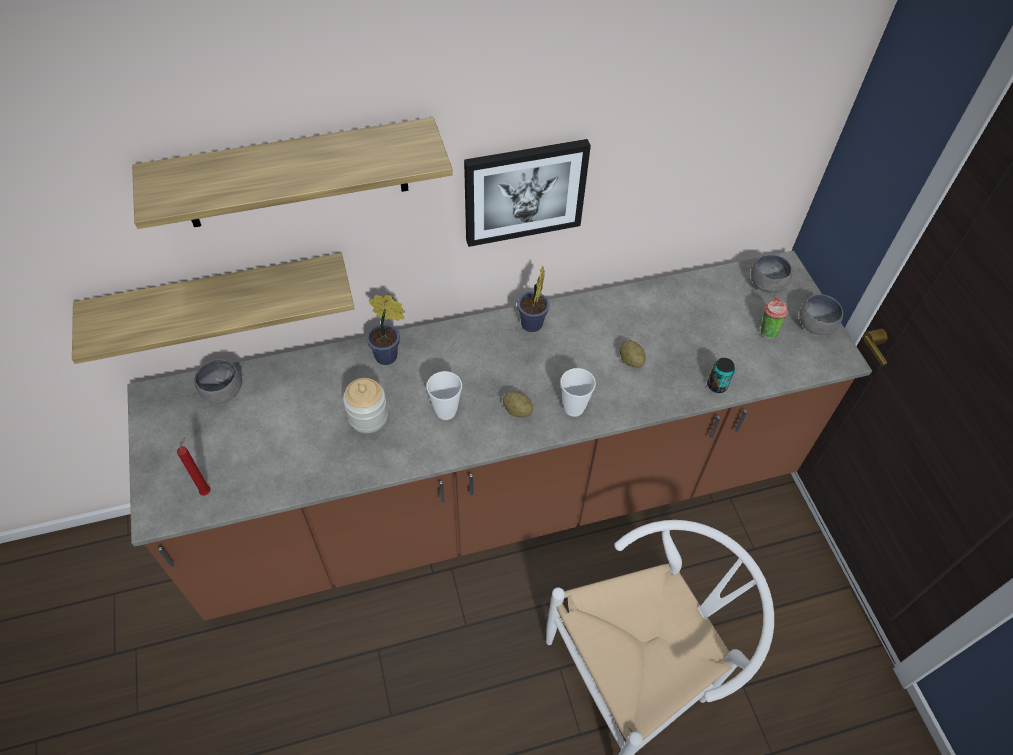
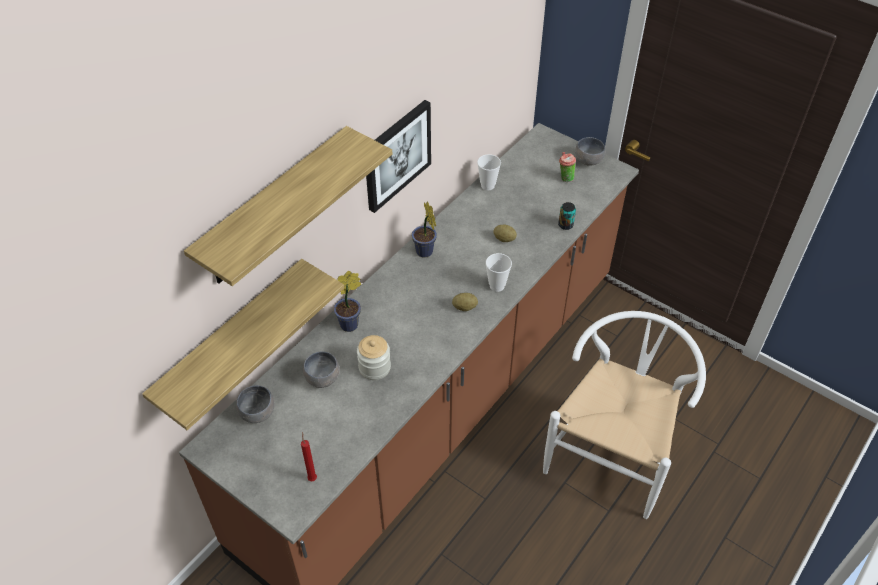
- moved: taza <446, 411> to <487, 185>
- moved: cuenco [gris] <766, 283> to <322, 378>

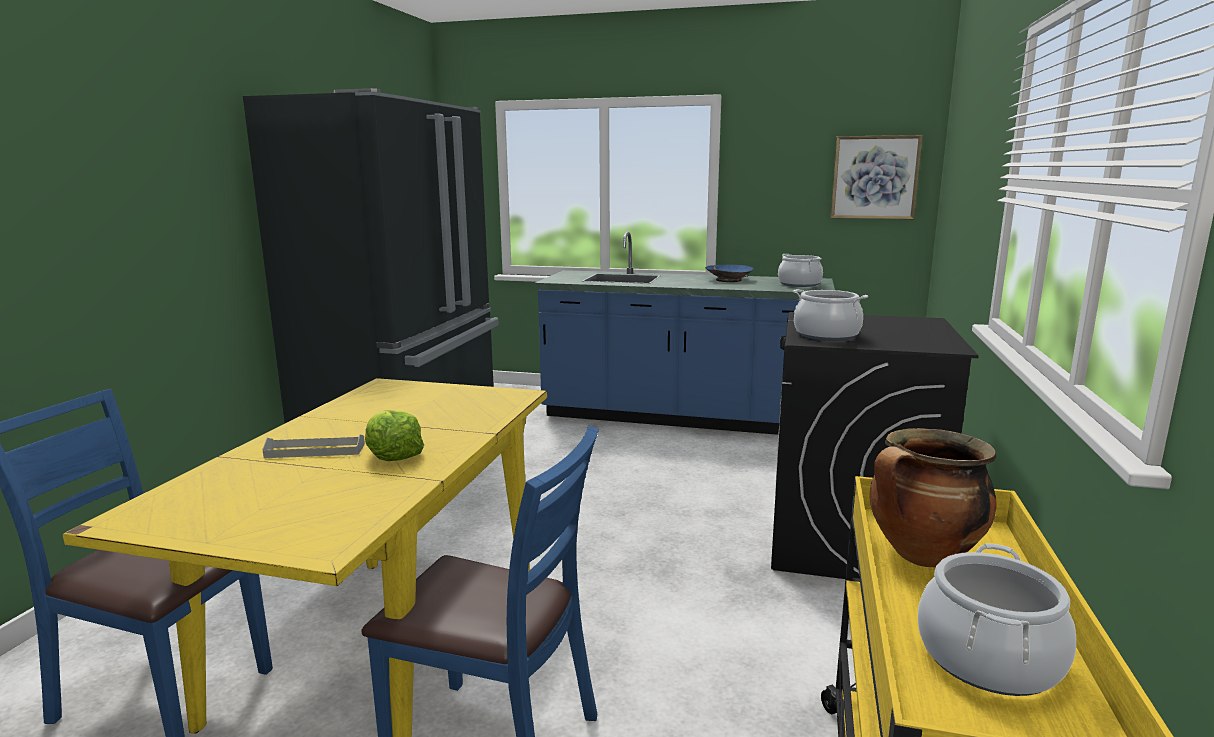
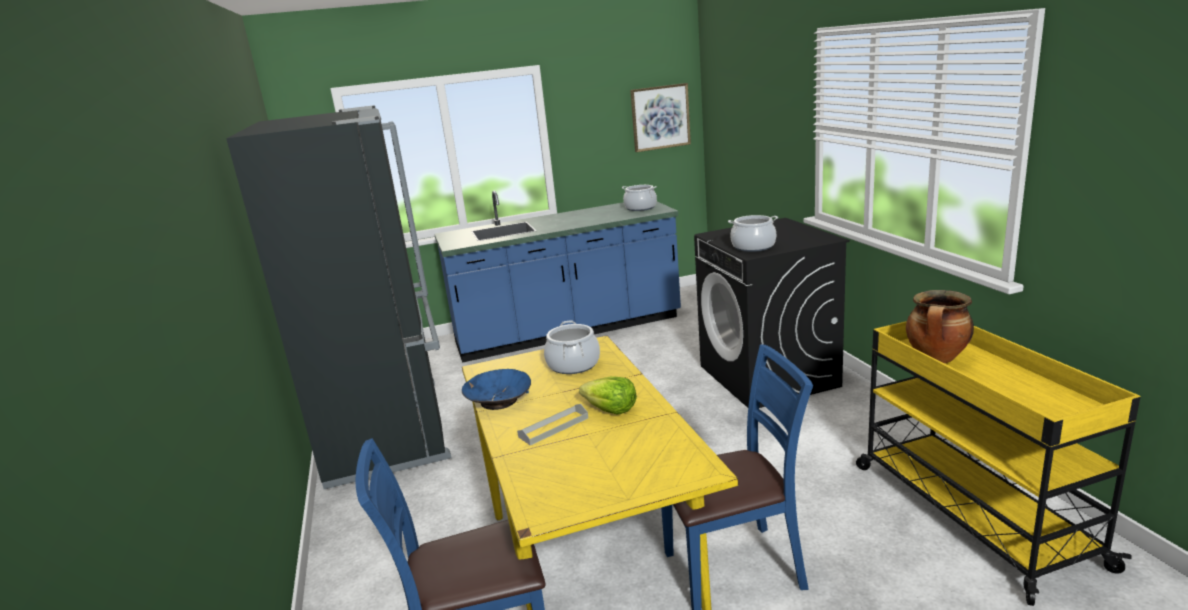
- moved: cuenco [azul] <728, 280> to <498, 401>
- moved: olla <989, 658> to <573, 364>

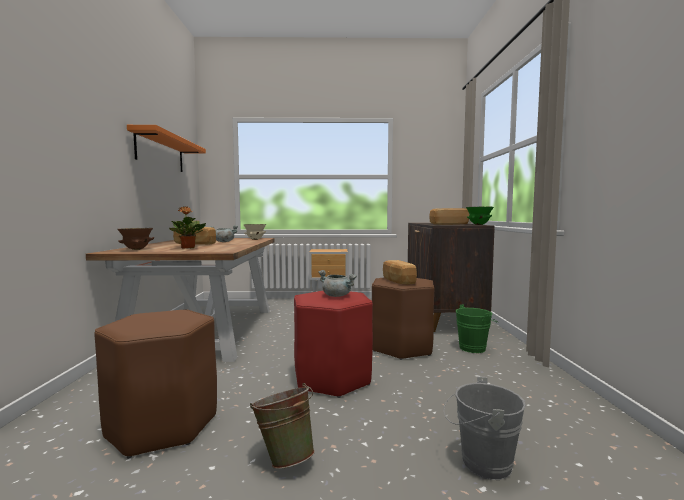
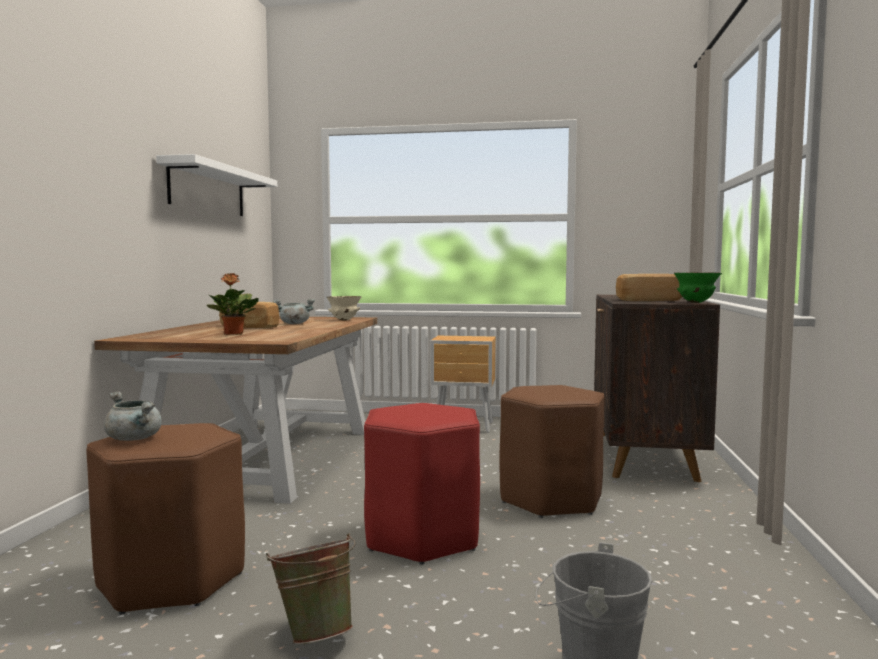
- removed: cuenco [marrón] <137, 249>
- removed: pan <397, 281>
- removed: cubo [verde] <474, 348>
- moved: olla [gris] <337, 296> to <135, 439>
- recoloured: estante [naranja] <160, 152> to estante [blanco] <208, 190>

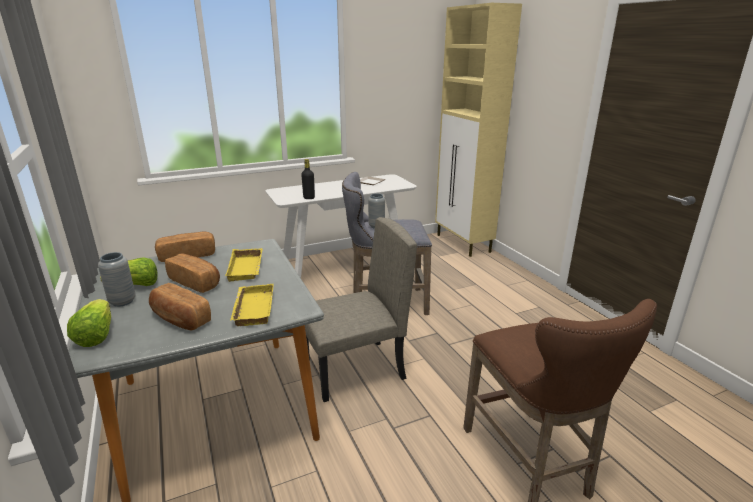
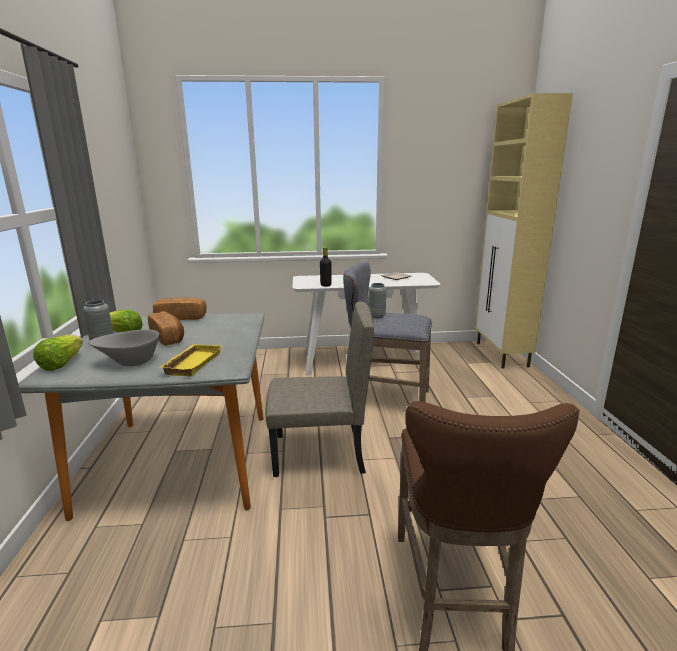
- removed: bandeja [amarillo] <247, 268>
- replaced: pan <180, 319> to cuenco [gris] <130, 362>

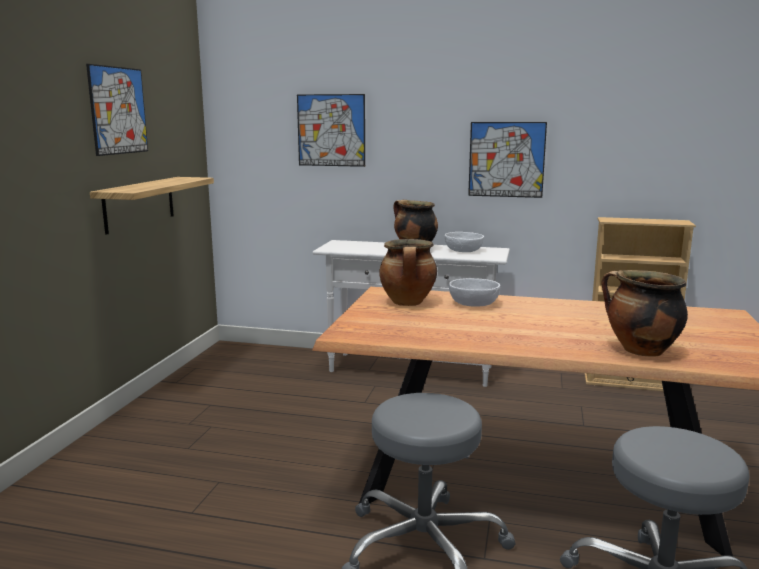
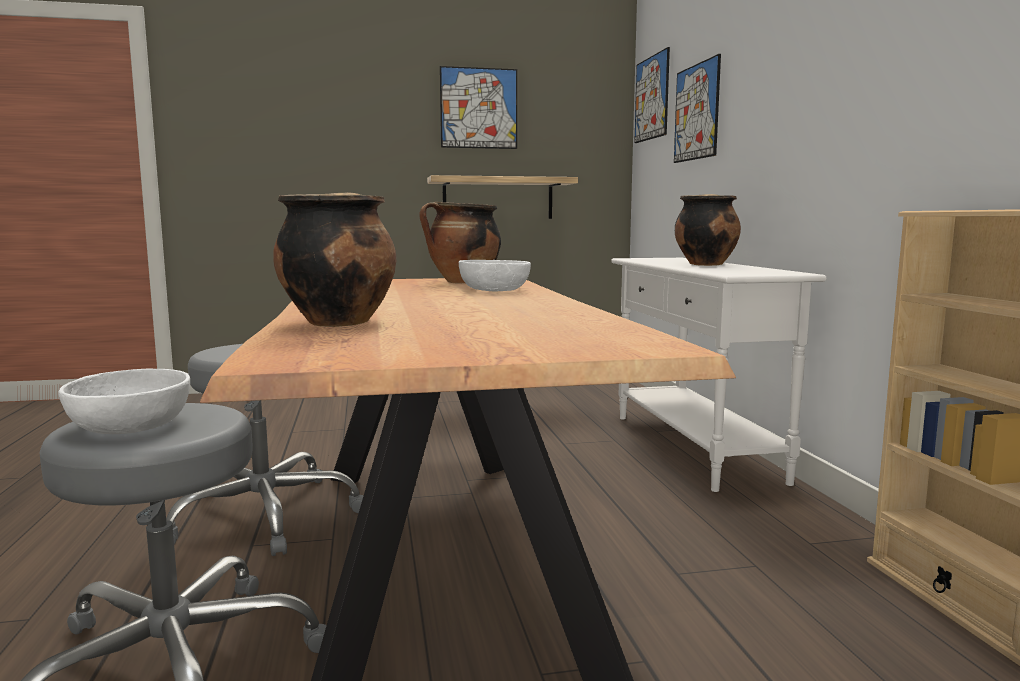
- moved: cuenco [blanco] <464, 250> to <131, 426>
- moved: cuadro <506, 159> to <651, 98>

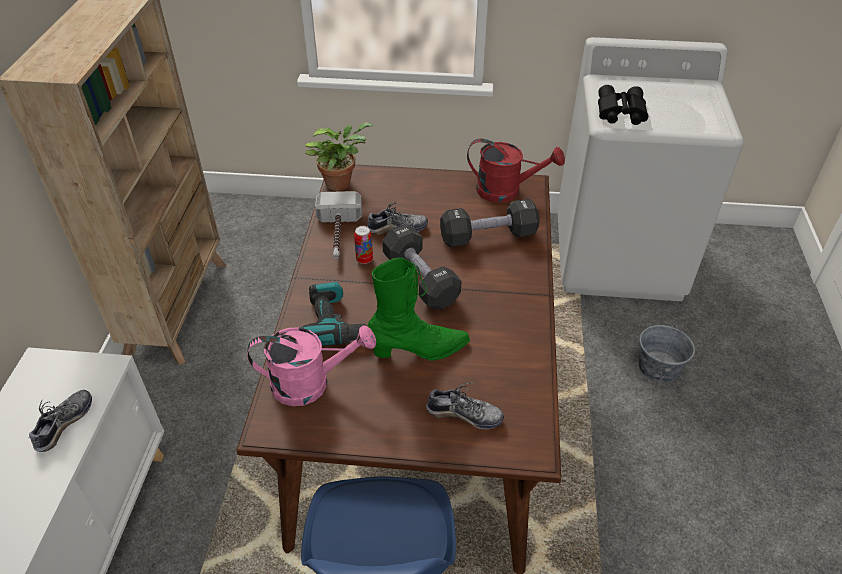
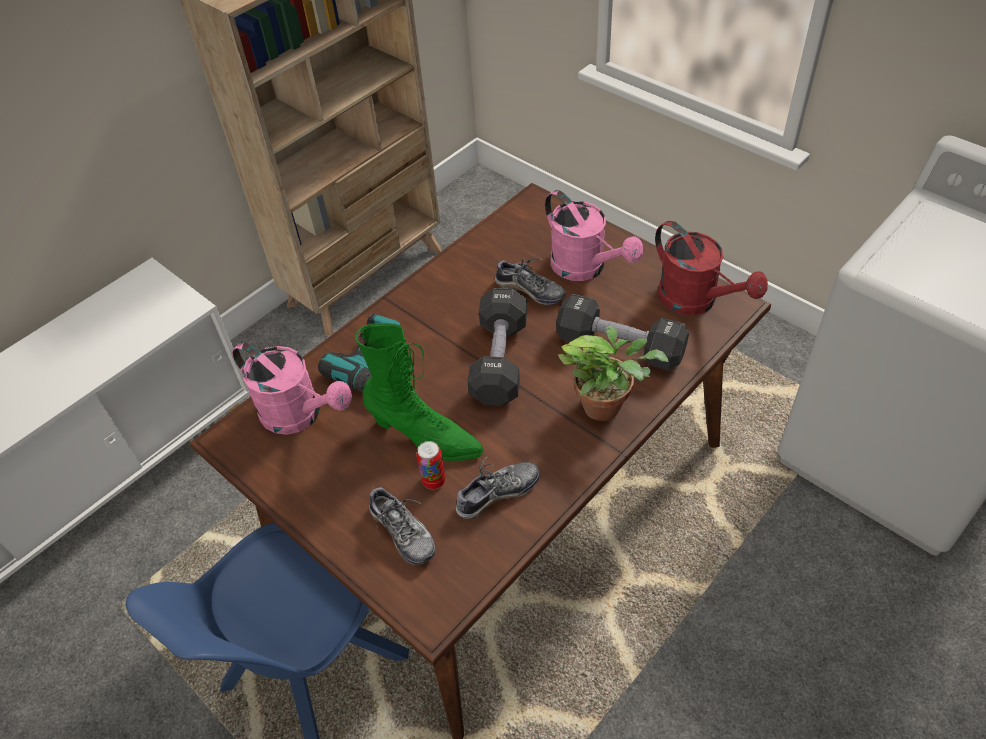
- removed: martillo <338, 234>
- removed: prismáticos [negro] <619, 113>
- removed: cubo [gris] <658, 367>
- added: regadera [rosa] <585, 268>
- moved: zapato <64, 424> to <497, 494>
- moved: planta en maceta <341, 182> to <607, 406>
- moved: lata <364, 259> to <434, 481>

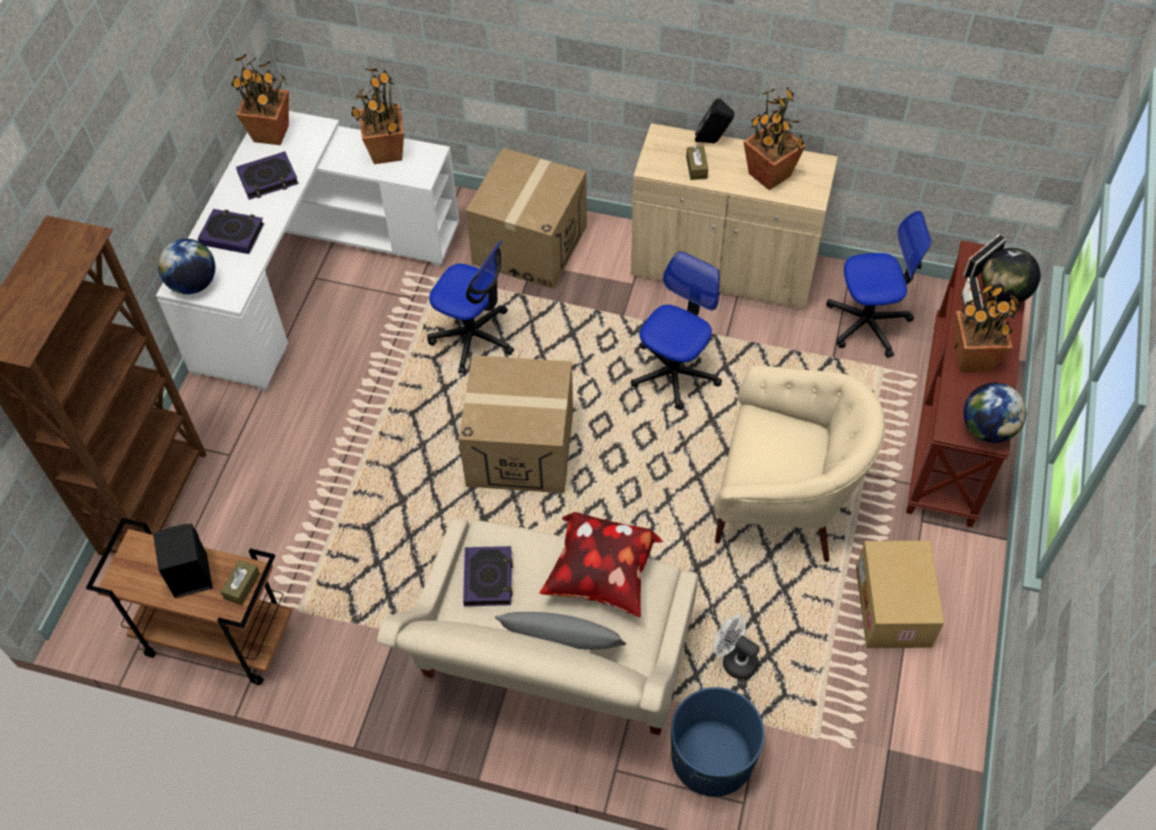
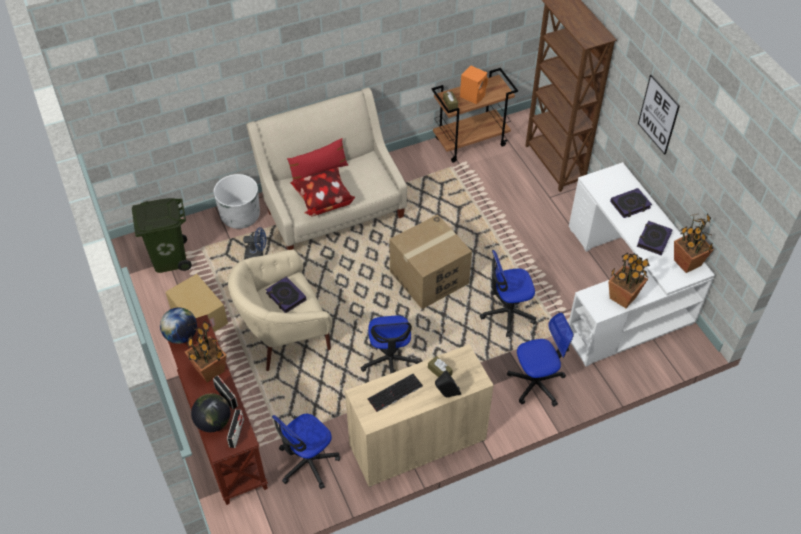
- removed: globo terráqueo <193, 284>
- added: papelera [verde] <169, 258>
- added: cuadro <658, 114>
- moved: libro <488, 578> to <286, 296>
- replaced: caja de cartón <529, 244> to silla de oficina <536, 383>
- replaced: planta en maceta <769, 175> to teclado <395, 393>
- recoloured: altavoz [negro] <189, 575> to altavoz [naranja] <473, 95>
- recoloured: cojín [gris] <561, 643> to cojín [rojo] <318, 172>
- recoloured: maceta [azul] <711, 759> to maceta [blanco] <240, 216>
- recoloured: ventilador [blanco] <734, 660> to ventilador [azul] <257, 254>

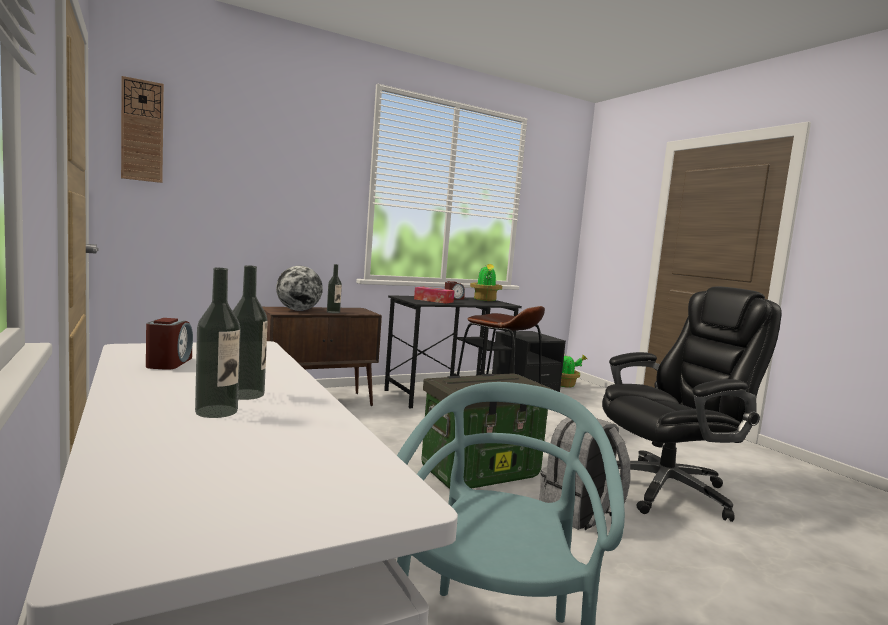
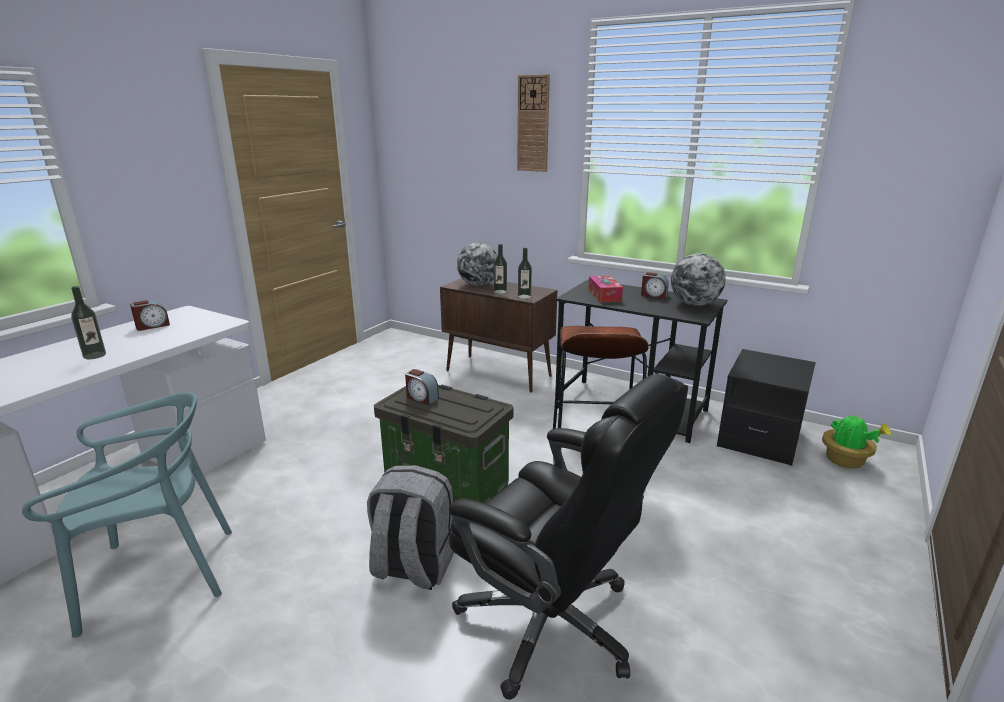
- added: despertador <421, 398>
- moved: reloj de pared <142, 131> to <533, 124>
- moved: botella <216, 411> to <524, 296>
- replaced: planta en maceta <485, 300> to globo terráqueo <694, 304>

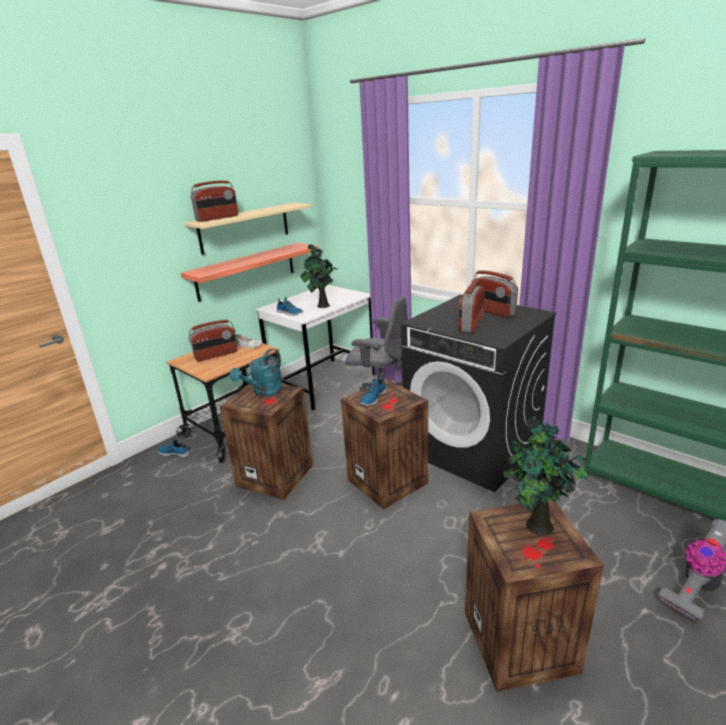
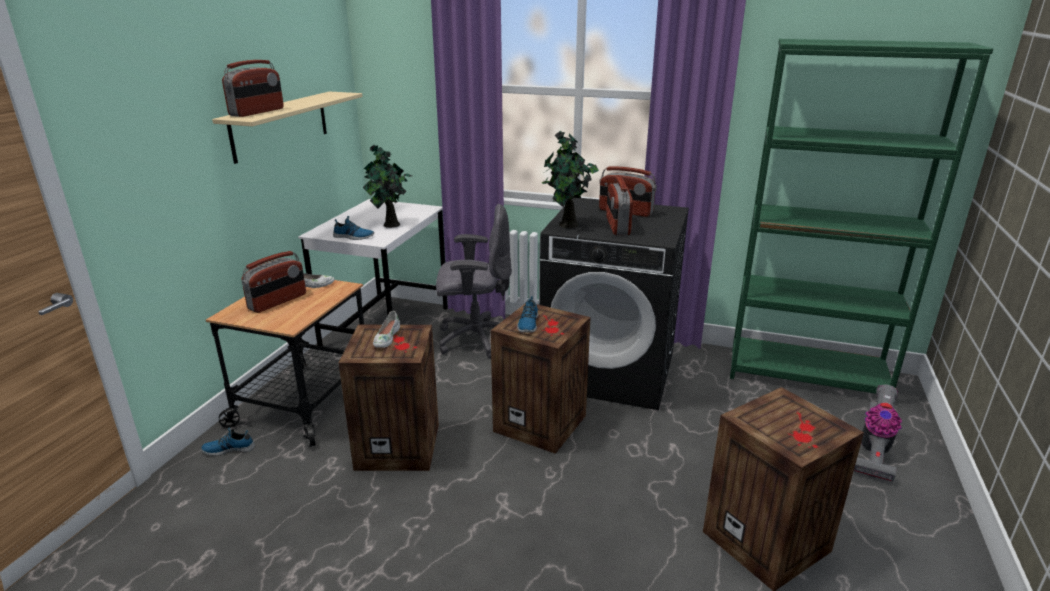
- removed: estante <246, 271>
- moved: planta en maceta <537, 526> to <567, 225>
- replaced: regadera [turquesa] <264, 392> to zapato [blanco] <386, 338>

